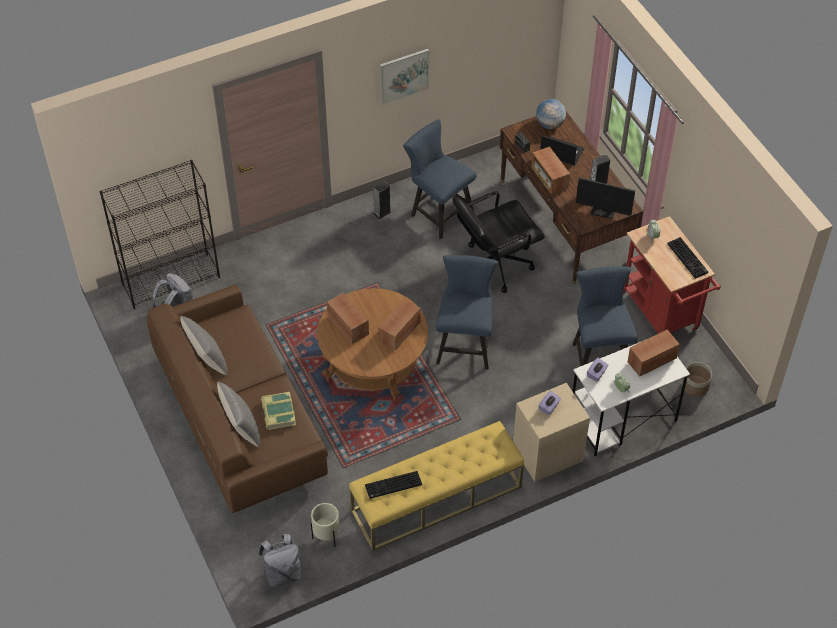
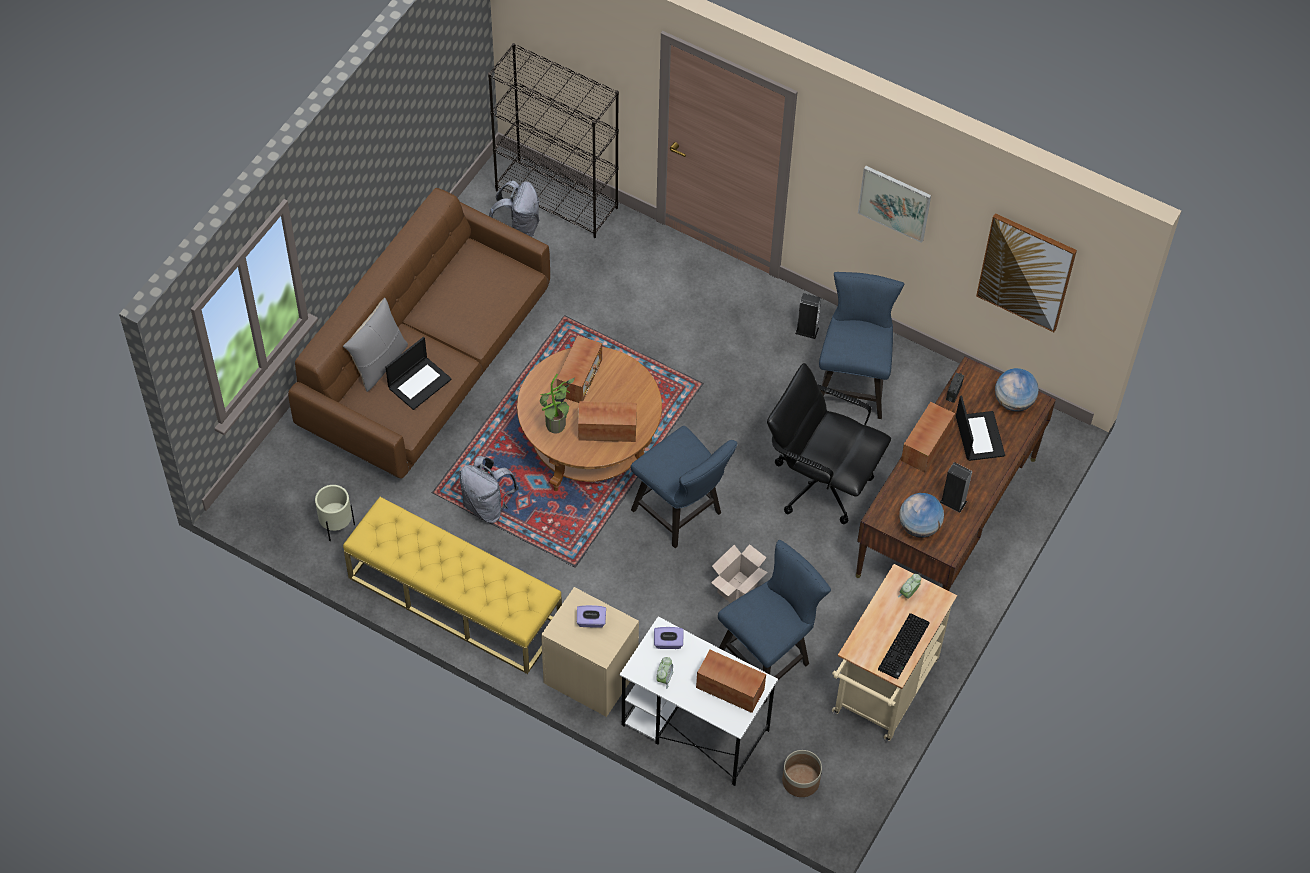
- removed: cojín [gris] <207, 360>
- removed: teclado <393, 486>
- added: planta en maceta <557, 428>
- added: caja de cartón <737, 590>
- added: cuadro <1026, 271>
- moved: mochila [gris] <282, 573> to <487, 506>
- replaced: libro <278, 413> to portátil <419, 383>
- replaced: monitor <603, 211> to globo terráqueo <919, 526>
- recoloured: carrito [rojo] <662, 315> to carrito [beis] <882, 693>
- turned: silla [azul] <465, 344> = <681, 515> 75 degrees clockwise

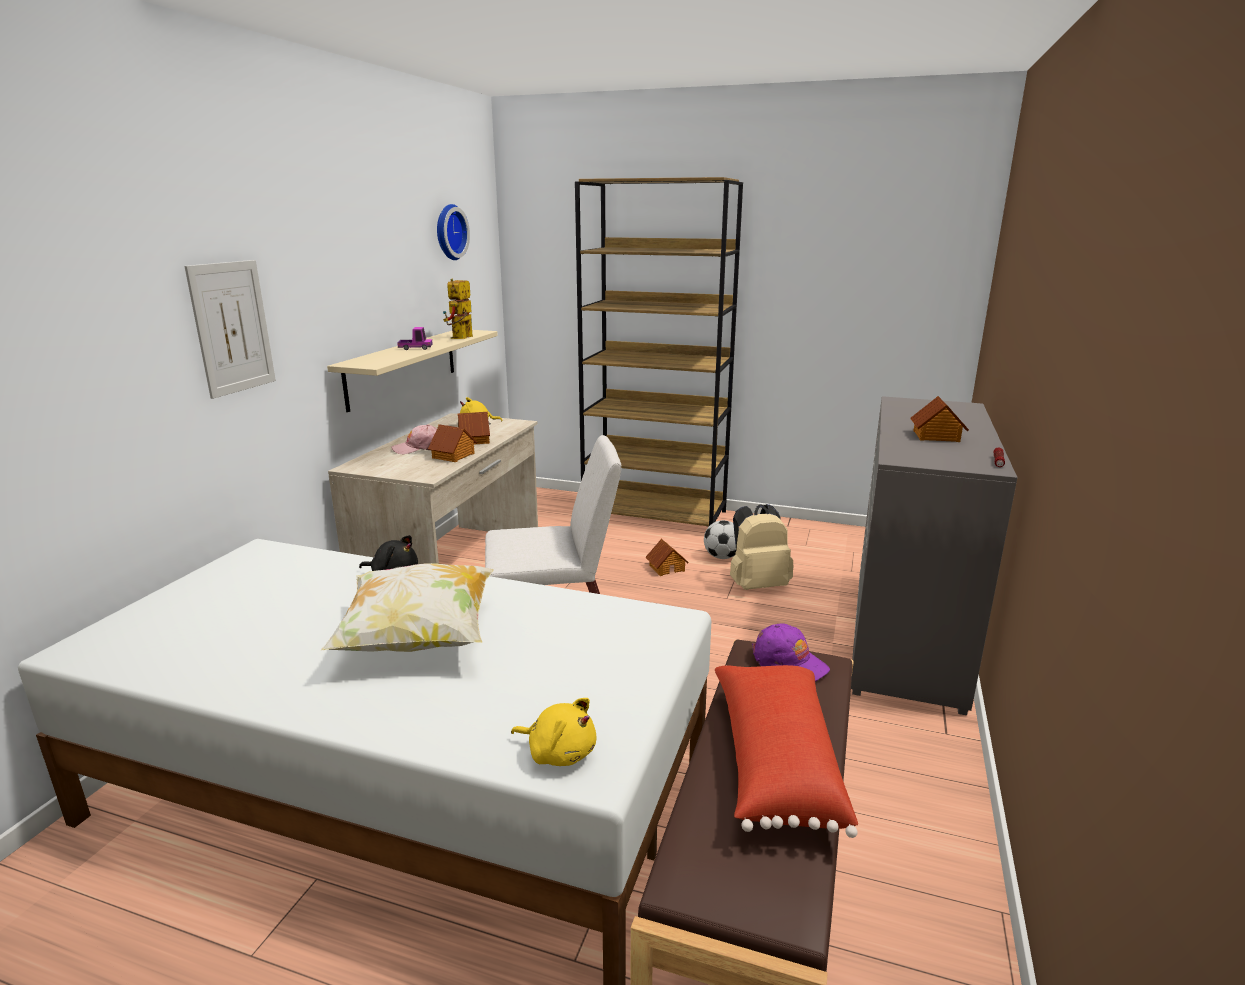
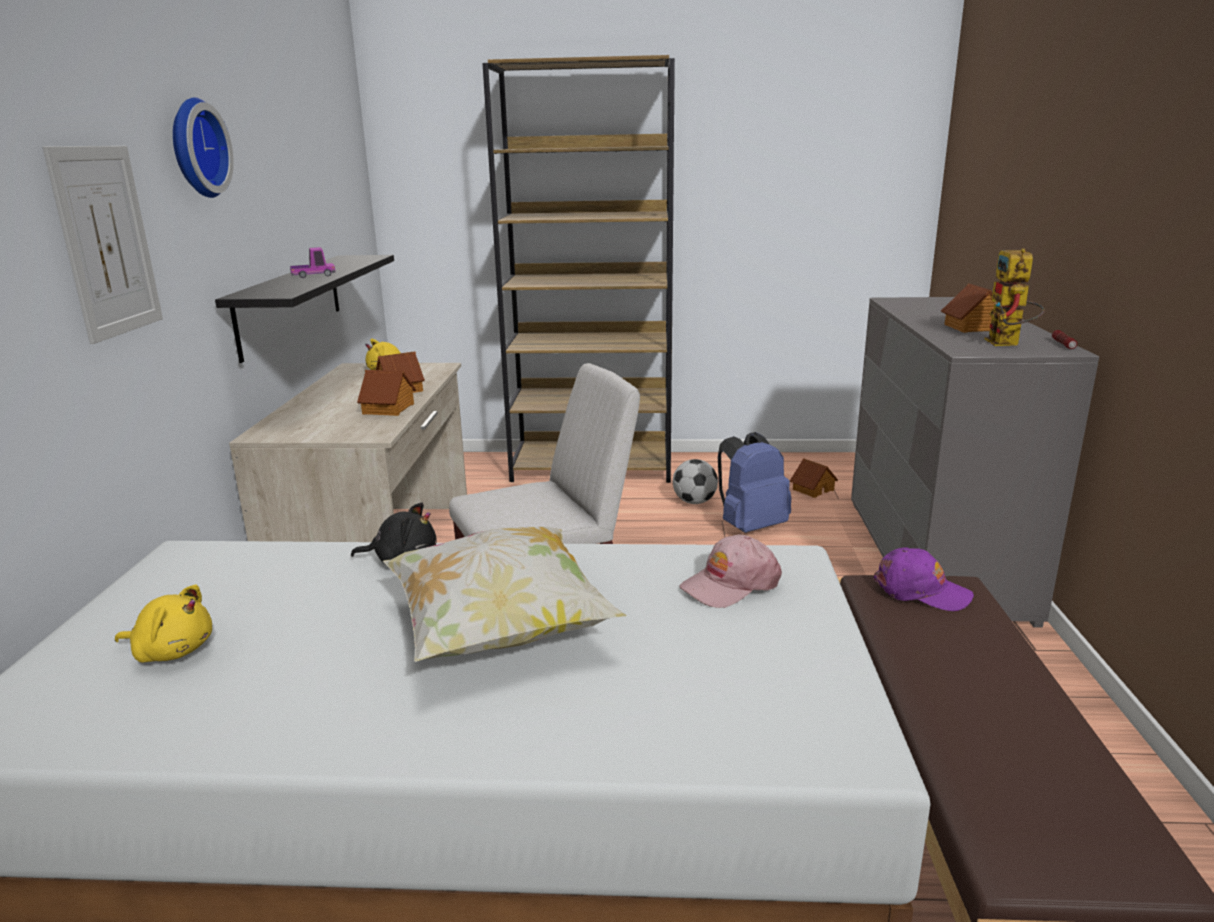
- removed: cojín [rojo] <774, 762>
- moved: gorra [rosa] <419, 448> to <730, 584>
- moved: reloj de pared <448, 232> to <195, 148>
- moved: robot de juguete <461, 338> to <1008, 344>
- moved: peluche [amarillo] <559, 752> to <172, 651>
- moved: casita <666, 568> to <812, 489>
- recoloured: estante [beis] <402, 367> to estante [negro] <290, 303>
- recoloured: mochila [beis] <757, 585> to mochila [azul] <750, 526>

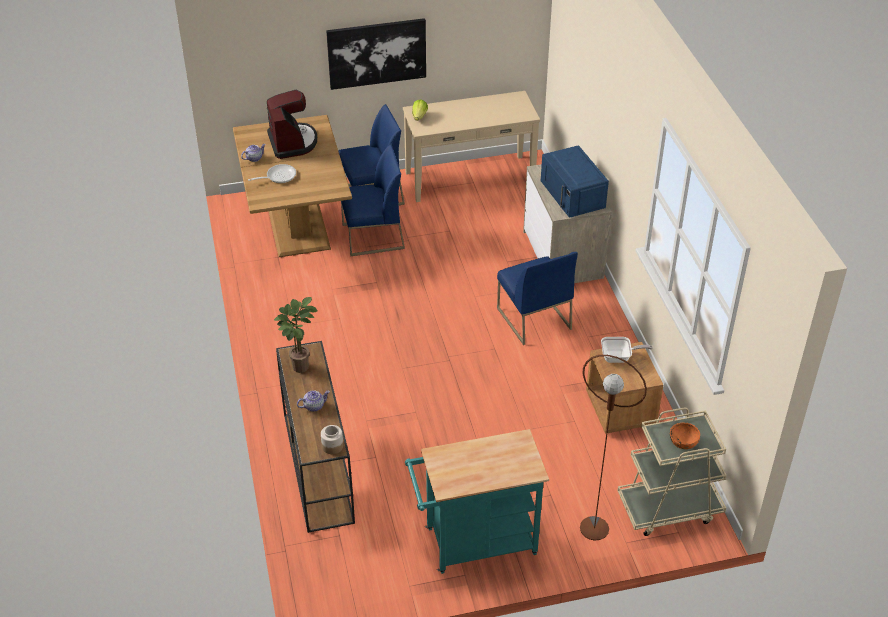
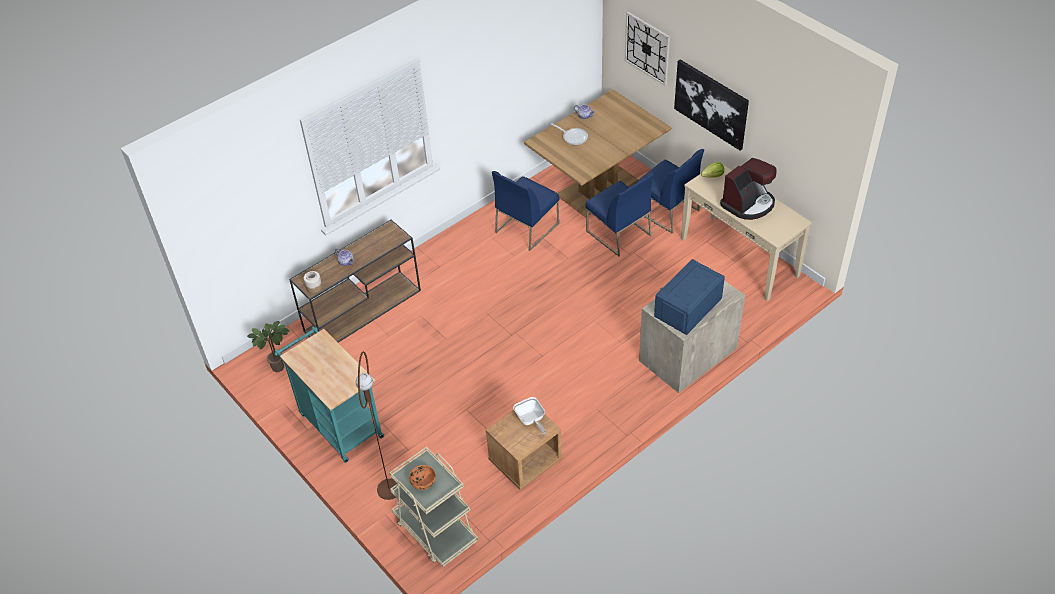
- added: reloj de pared <647, 48>
- moved: cafetera <292, 142> to <748, 204>
- moved: planta en maceta <300, 365> to <280, 366>
- moved: silla [azul] <533, 318> to <527, 227>

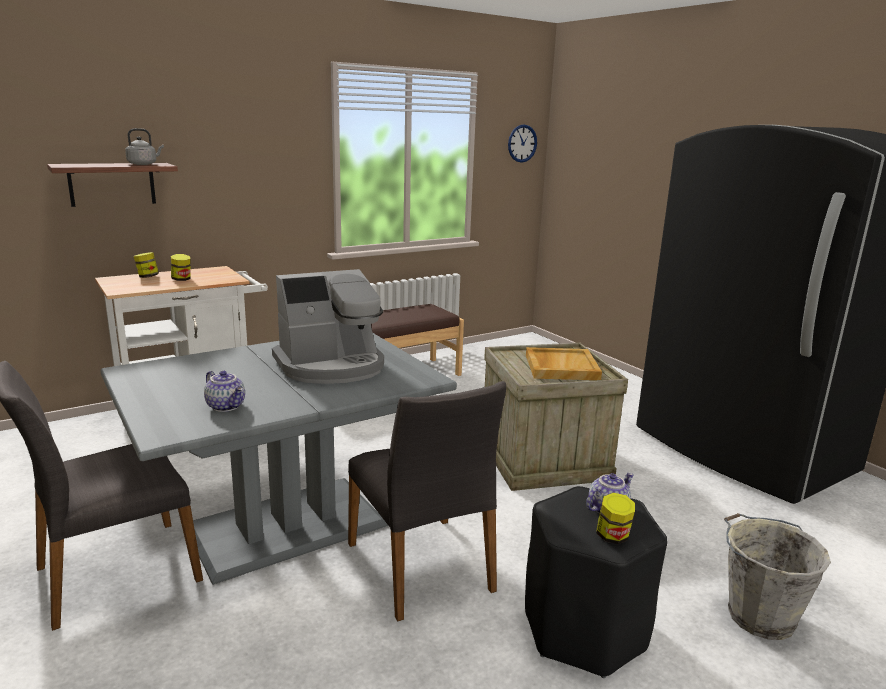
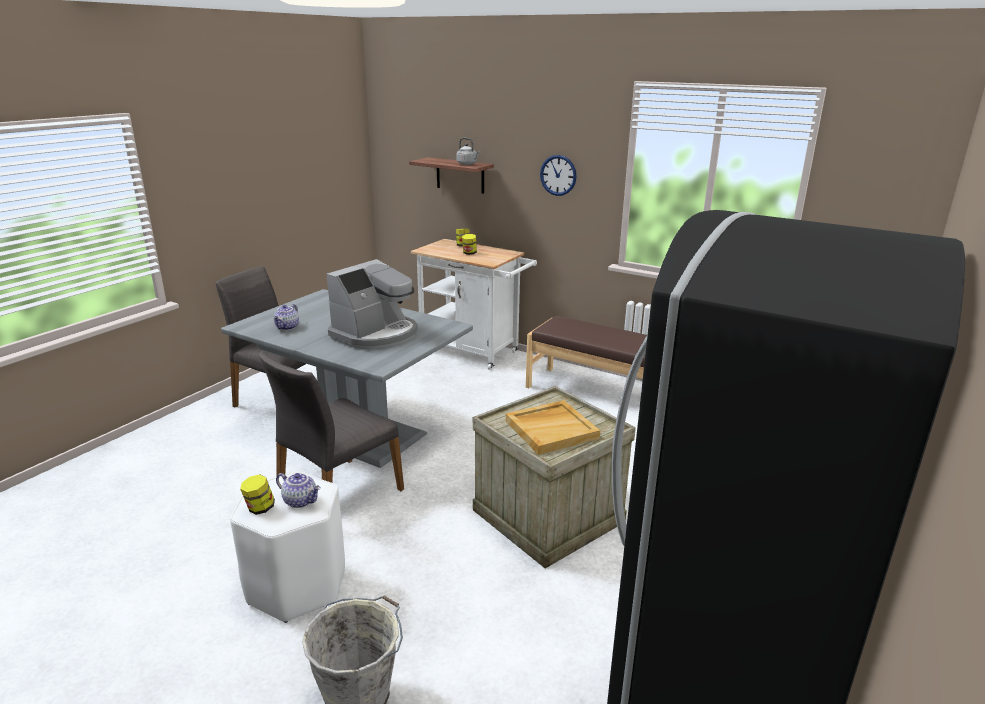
- moved: reloj de pared <522, 143> to <558, 175>
- recoloured: taburete [negro] <583, 630> to taburete [blanco] <297, 585>
- turned: cafetera <331, 366> = <376, 334> 90 degrees counterclockwise

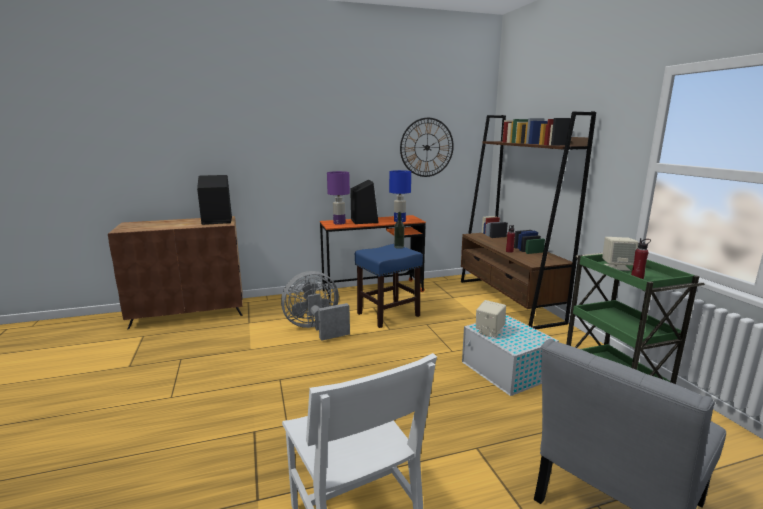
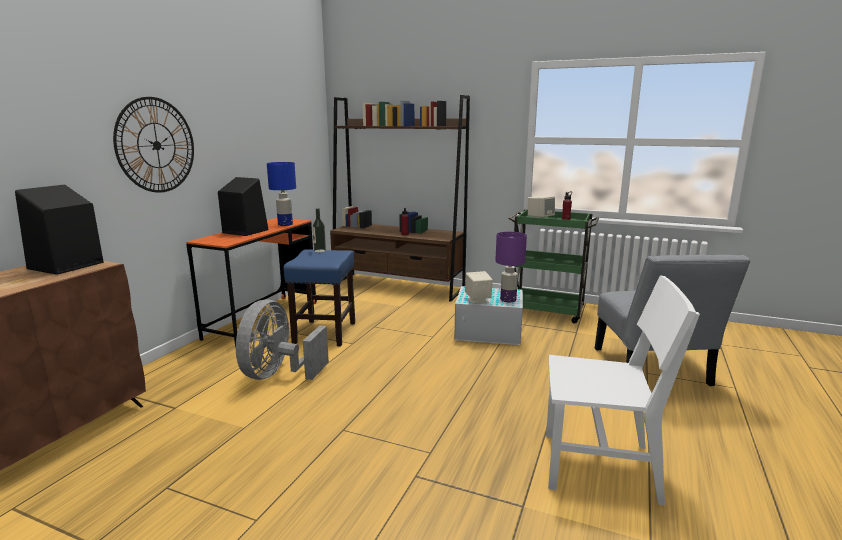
- moved: lámpara de mesa [morado] <339, 223> to <508, 300>
- moved: reloj de pared <427, 147> to <156, 145>

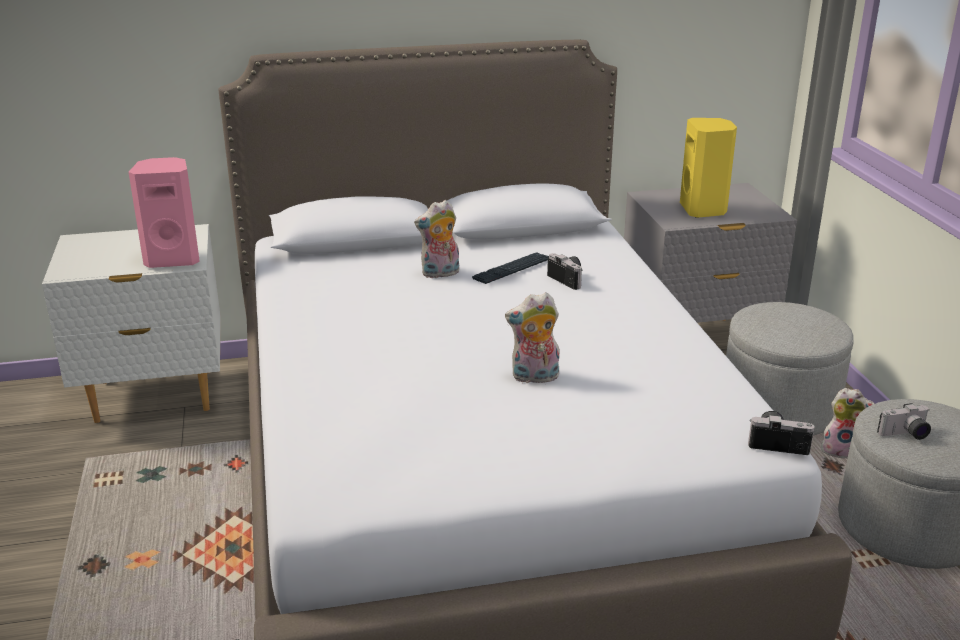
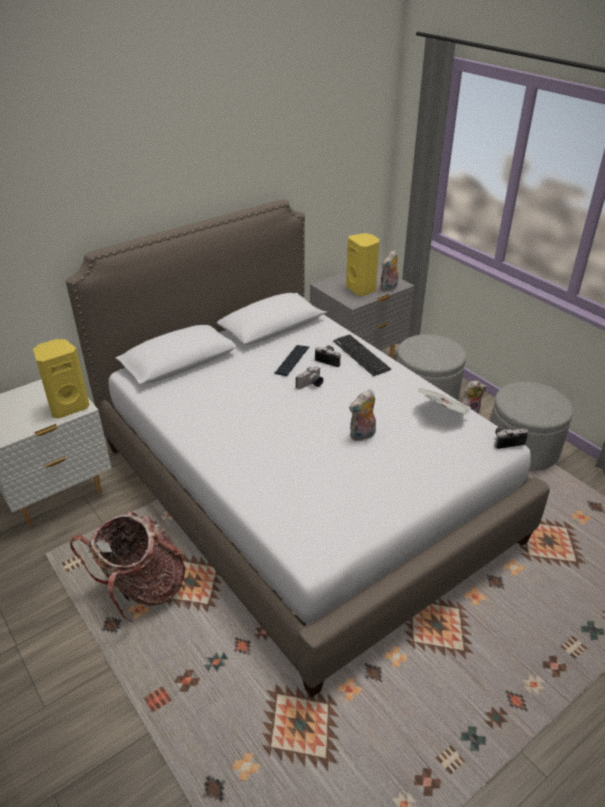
- added: mochila <142, 588>
- added: teclado <361, 355>
- added: periódico <444, 413>
- moved: peluche <440, 274> to <389, 288>
- moved: cámara <905, 435> to <311, 385>
- recoloured: altavoz [rosa] <173, 259> to altavoz [amarillo] <68, 406>

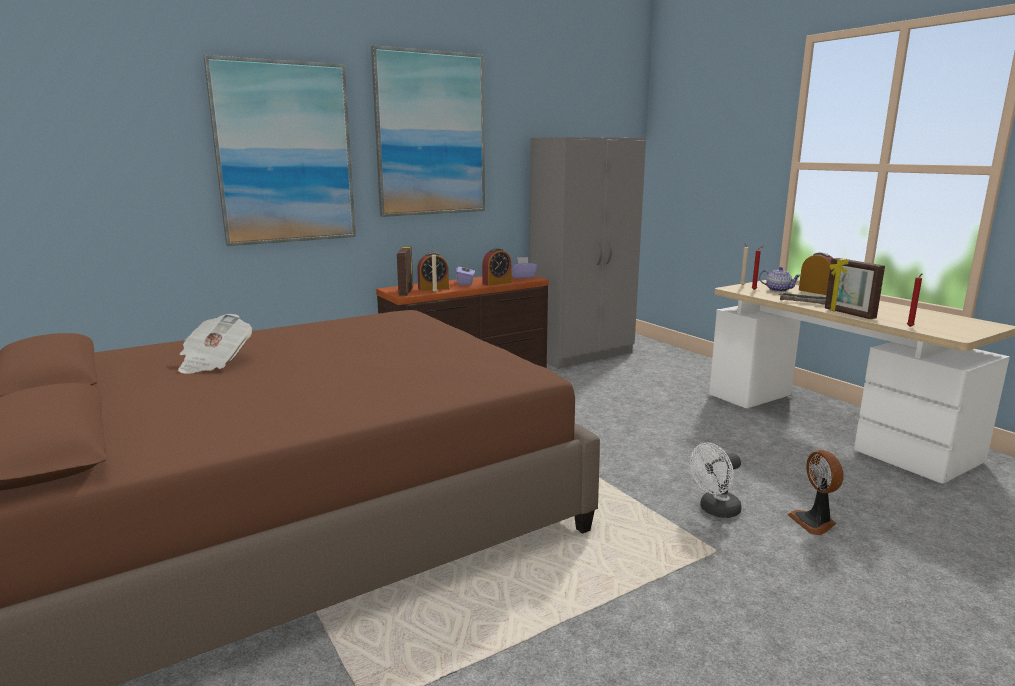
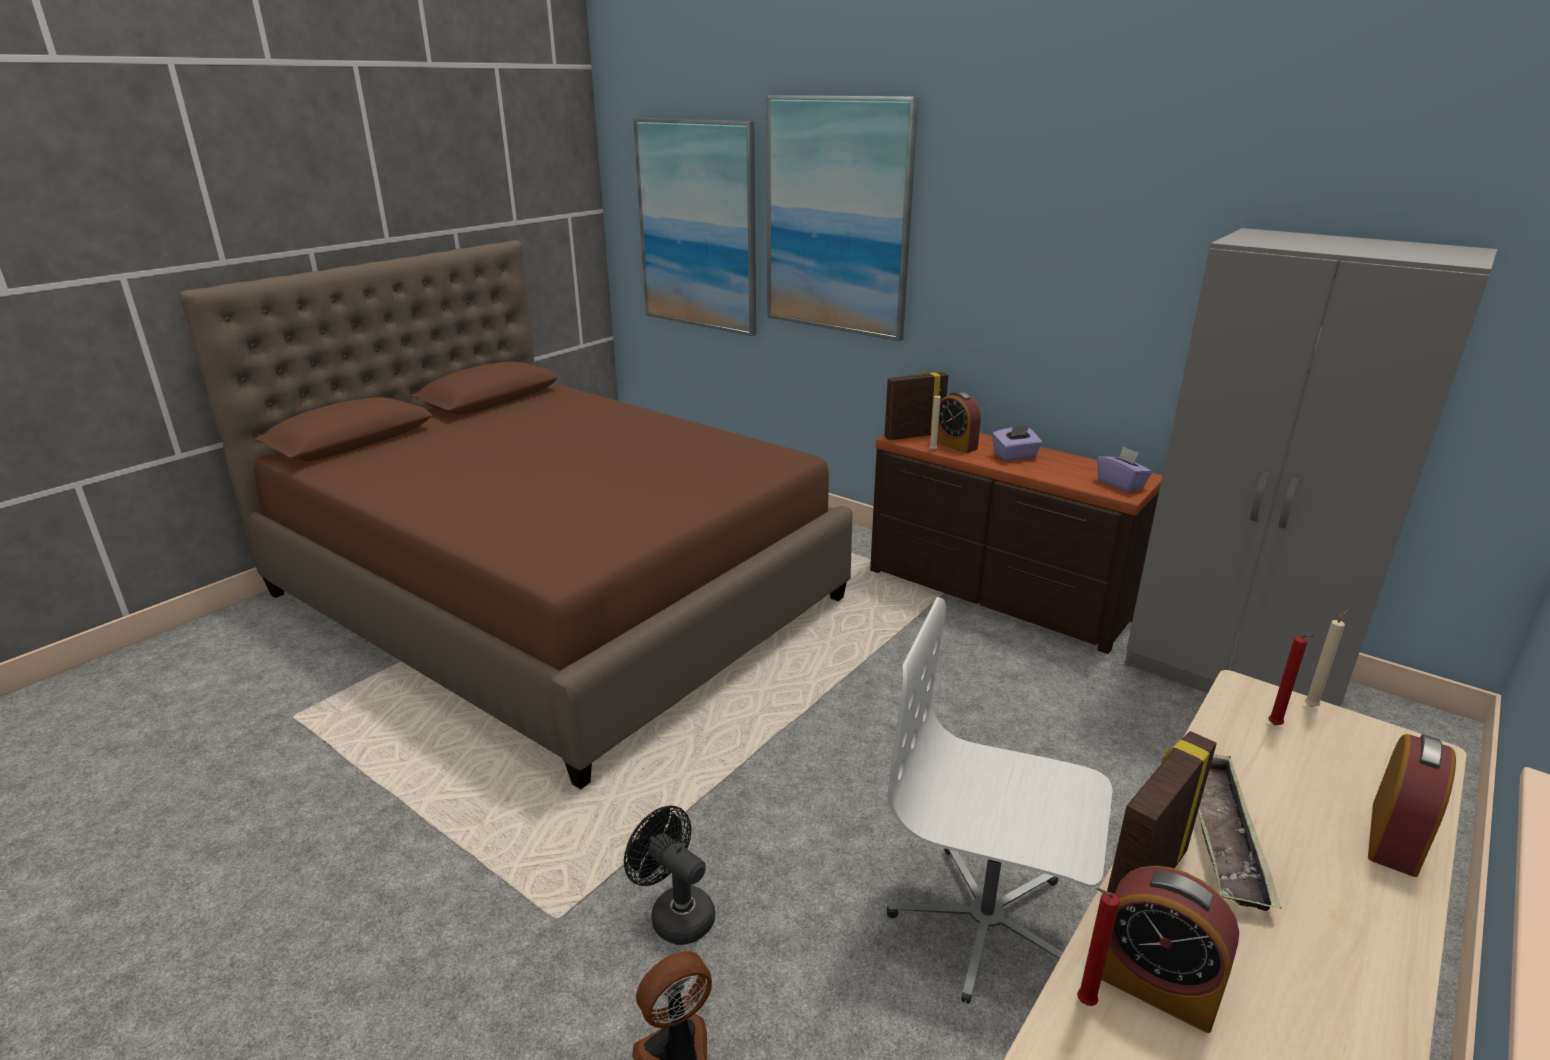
- removed: periódico <214, 363>
- removed: tetera <778, 290>
- added: silla de oficina [blanco] <986, 923>
- moved: cuadro <431, 134> to <697, 226>
- moved: despertador <496, 283> to <1154, 985>
- recoloured: ventilador [blanco] <715, 510> to ventilador [negro] <675, 913>

